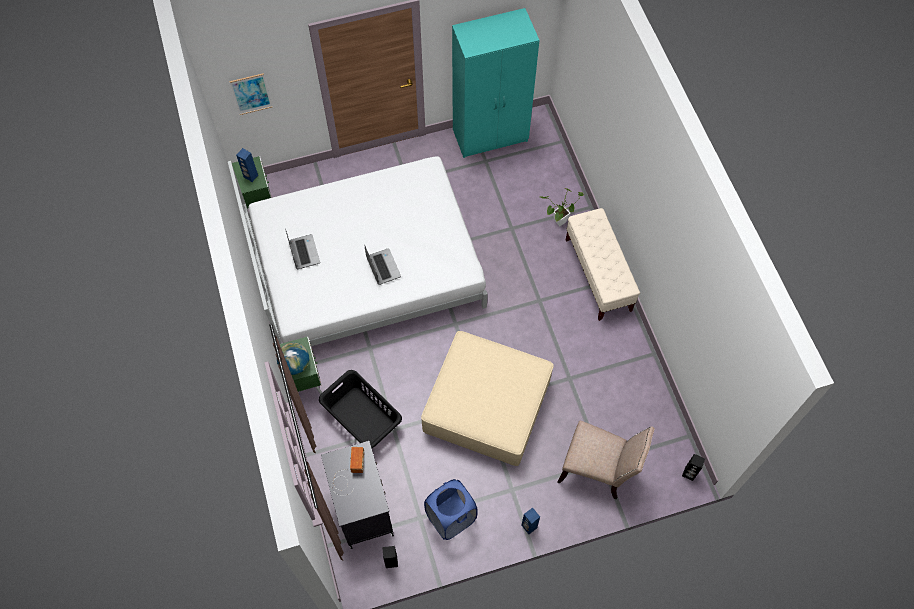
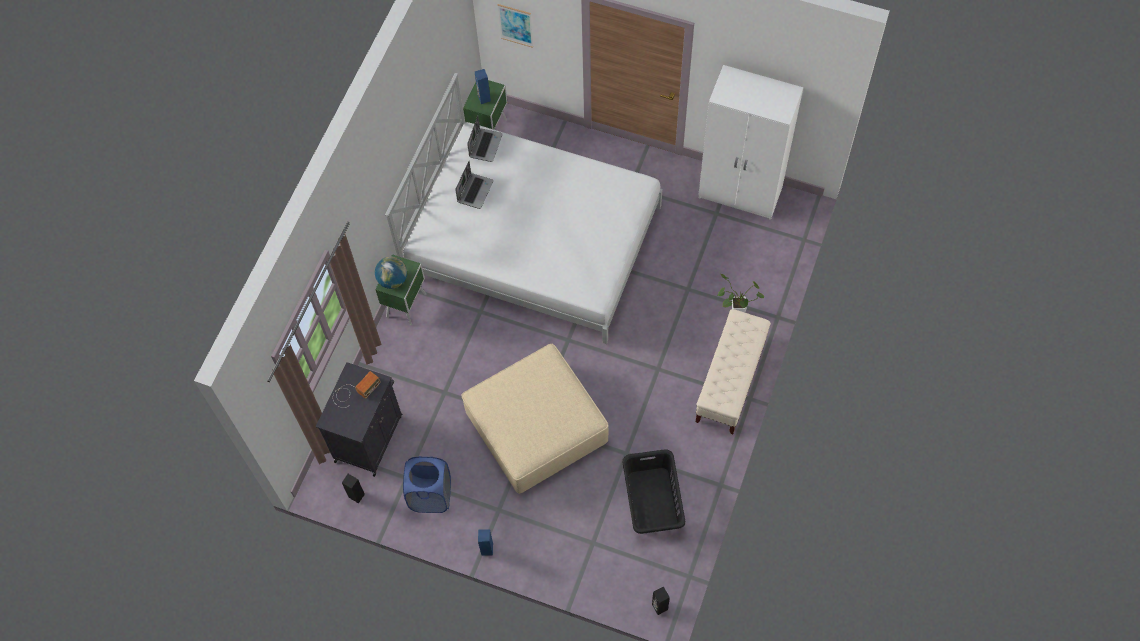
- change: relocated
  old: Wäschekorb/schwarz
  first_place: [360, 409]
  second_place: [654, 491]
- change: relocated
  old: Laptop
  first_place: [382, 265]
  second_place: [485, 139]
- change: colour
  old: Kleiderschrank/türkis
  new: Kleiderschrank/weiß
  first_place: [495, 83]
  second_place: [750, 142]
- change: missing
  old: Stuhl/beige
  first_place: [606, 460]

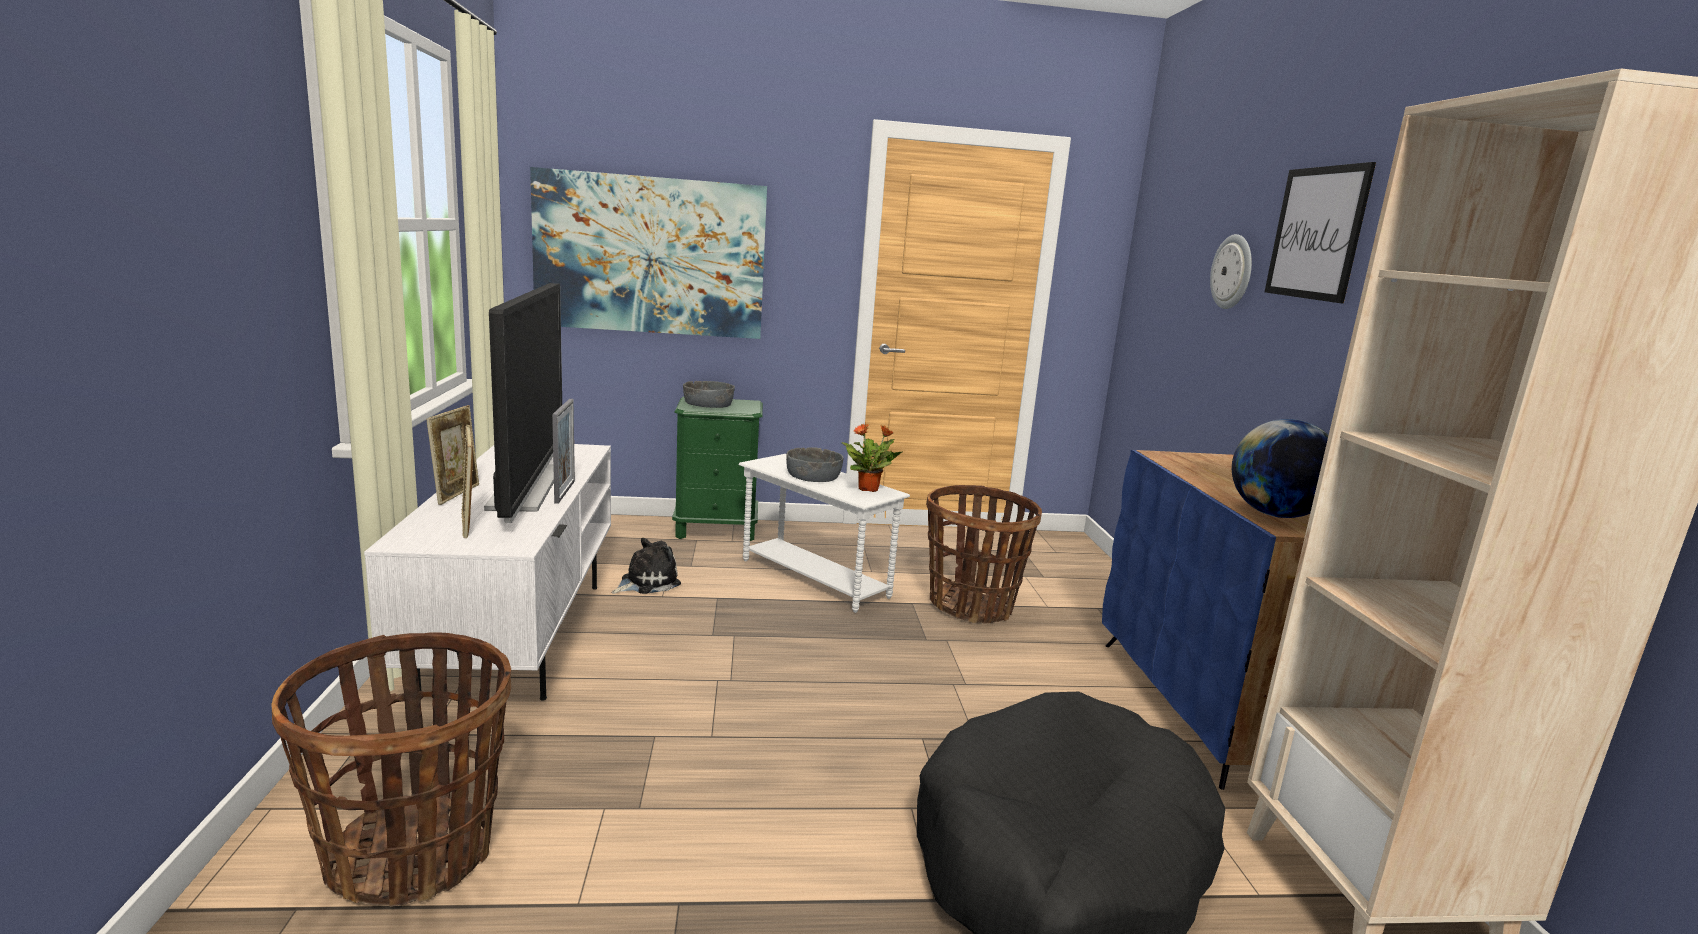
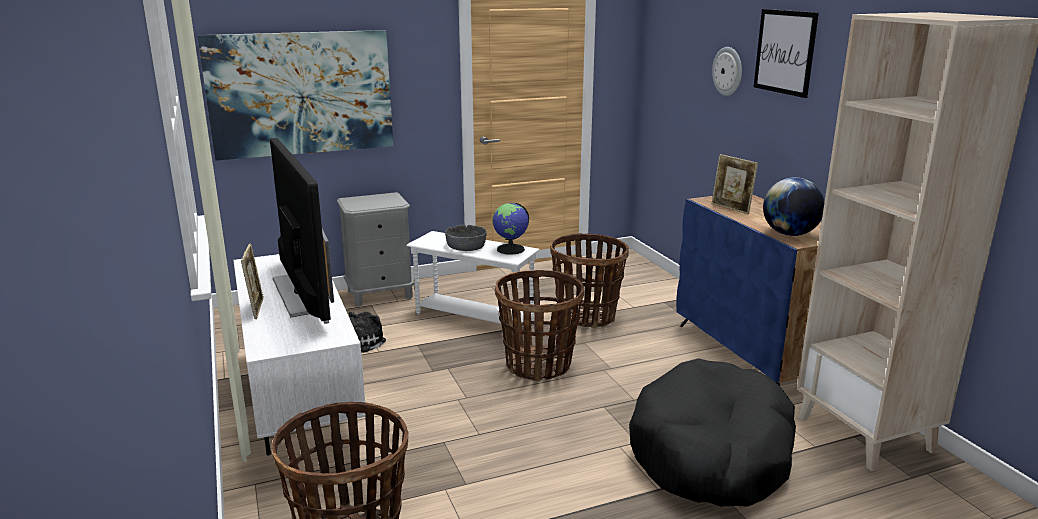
- change: relocated
  old: Bilderrahmen
  first_place: [467, 481]
  second_place: [734, 184]
- change: colour
  old: Nachttisch/grün
  new: Nachttisch/grau
  first_place: [717, 469]
  second_place: [375, 249]
- change: missing
  old: Schüssel/grau
  first_place: [709, 394]
- change: exchanged
  old: Topfpflanze
  new: Globus
  first_place: [872, 457]
  second_place: [511, 229]
- change: appeared
  new: Korb
  second_place: [539, 325]

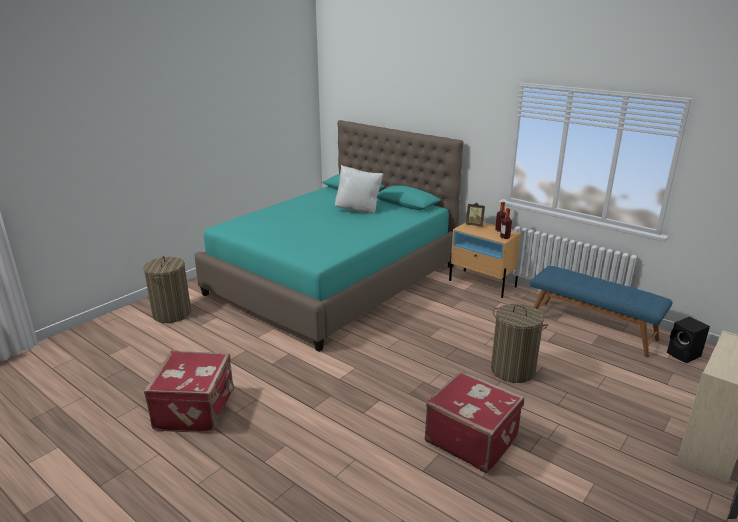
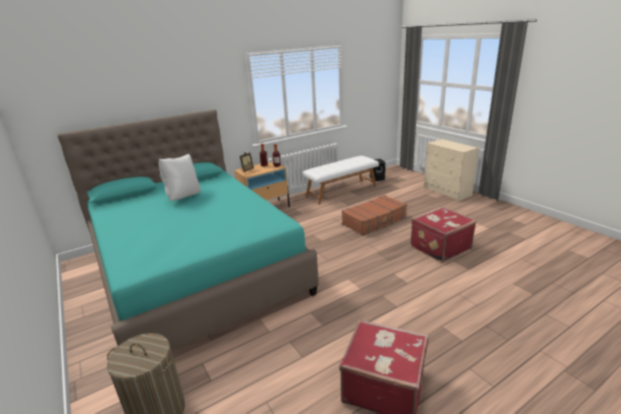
- change: exchanged
  old: Wäschekorb
  new: Koffer/braun
  first_place: [519, 343]
  second_place: [374, 215]
- change: colour
  old: Bank/blau
  new: Bank/weiß
  first_place: [601, 312]
  second_place: [340, 180]

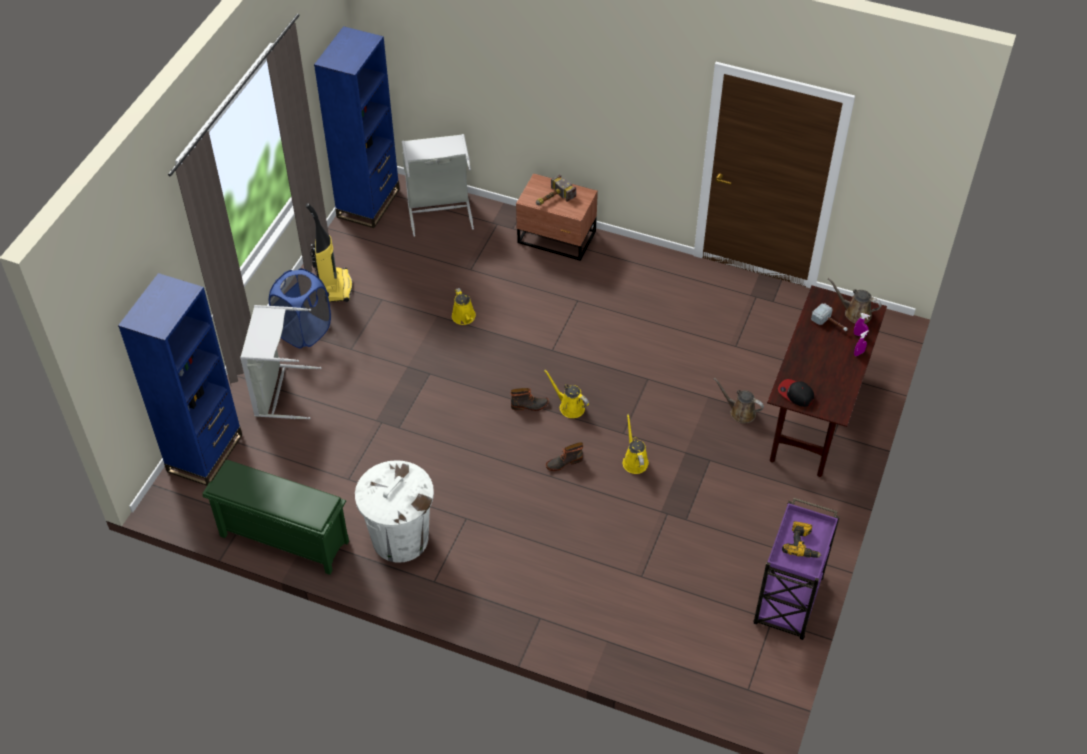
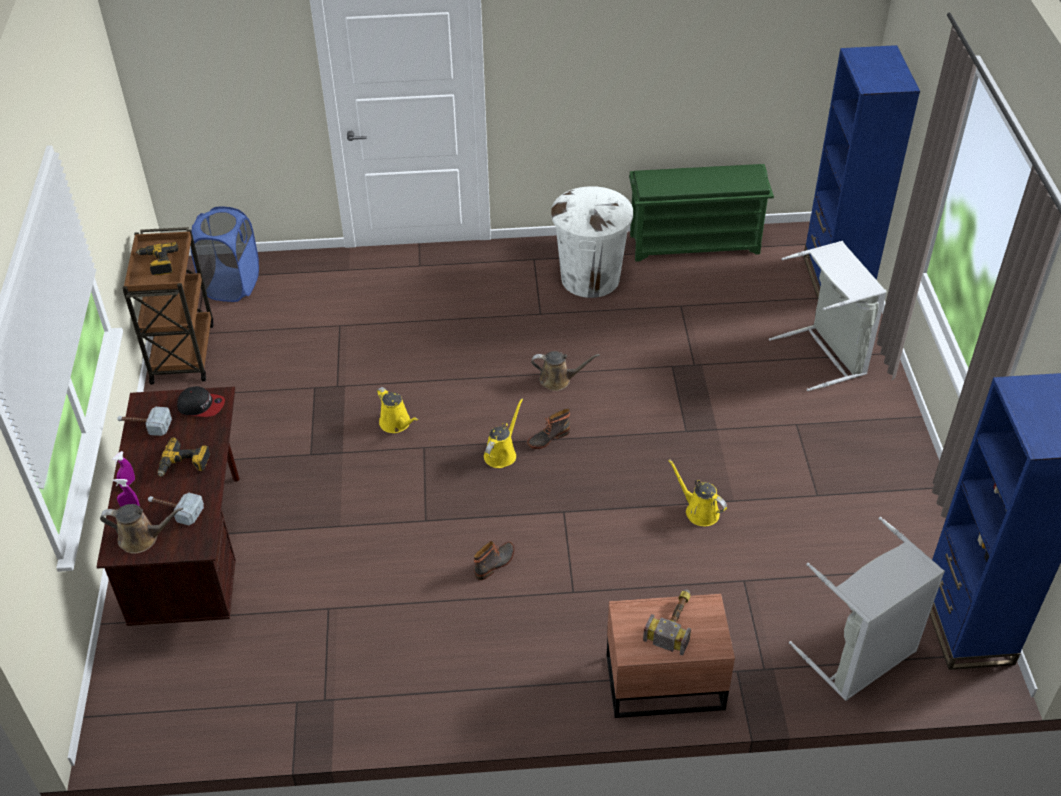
- change: relocated
  old: Wäschekorb/blau
  first_place: [300, 308]
  second_place: [224, 254]
- change: missing
  old: Staubsauger
  first_place: [329, 252]
- change: spun
  old: Gießkanne/gelb
  first_place: [566, 394]
  second_place: [503, 433]
  degrees: -75
- change: relocated
  old: Stiefel
  first_place: [564, 456]
  second_place: [494, 560]
- change: relocated
  old: Gießkanne/braun
  first_place: [739, 400]
  second_place: [565, 371]
- change: colour
  old: Rollwagen/lila
  new: Rollwagen/braun
  first_place: [796, 569]
  second_place: [168, 306]
- change: appeared
  new: Hammer
  second_place: [144, 421]
- change: appeared
  new: Bohrmaschine
  second_place: [184, 457]

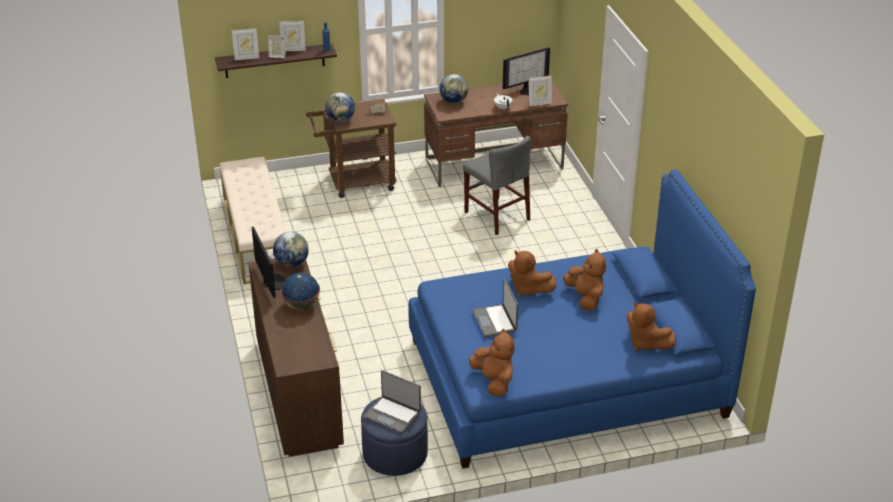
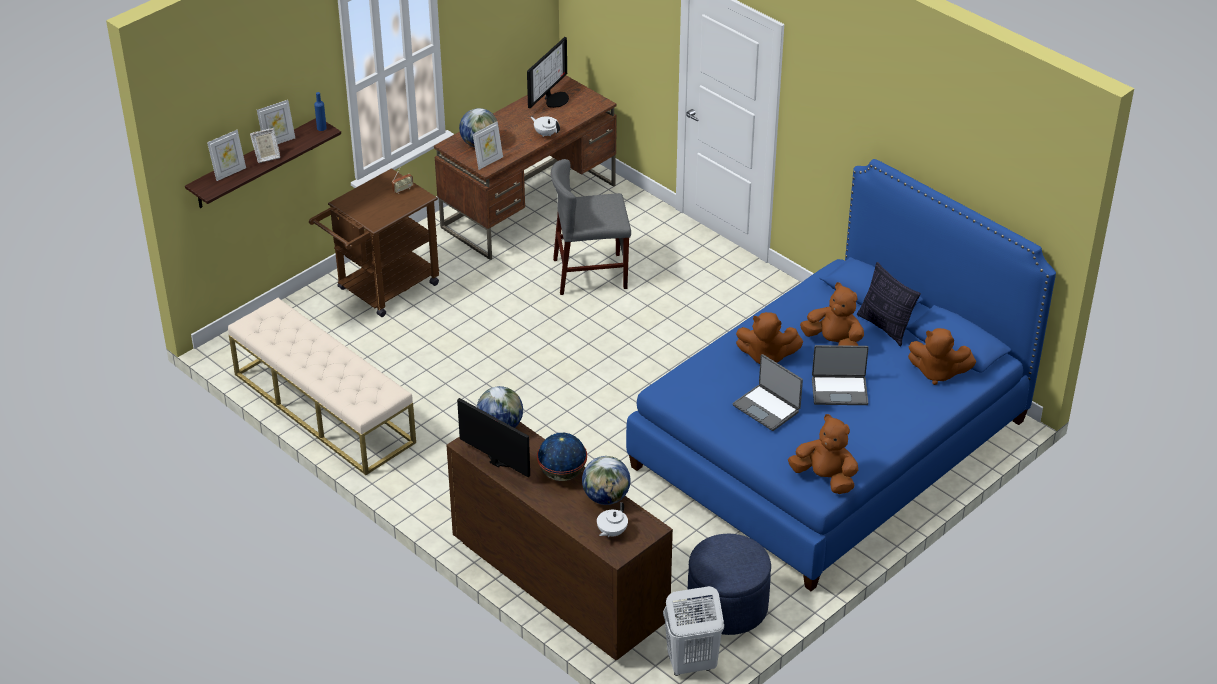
- change: relocated
  old: Globus
  first_place: [340, 107]
  second_place: [606, 480]
- change: relocated
  old: Laptop
  first_place: [392, 402]
  second_place: [840, 375]
- change: spun
  old: Stuhl/grau
  first_place: [497, 185]
  second_place: [591, 227]
  degrees: 150
- change: relocated
  old: Bilderrahmen
  first_place: [540, 90]
  second_place: [488, 145]
- change: appeared
  new: Teekanne/weiß
  second_place: [612, 519]
- change: appeared
  new: Wäschekorb/weiß
  second_place: [693, 631]
- change: appeared
  new: Kissen
  second_place: [889, 304]

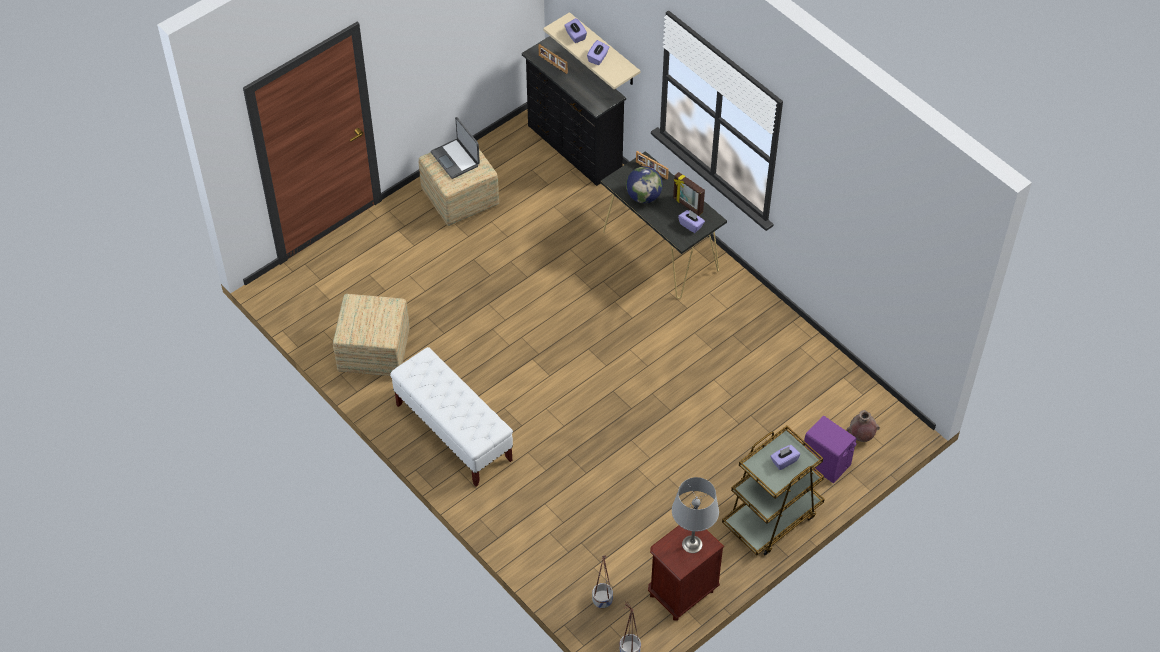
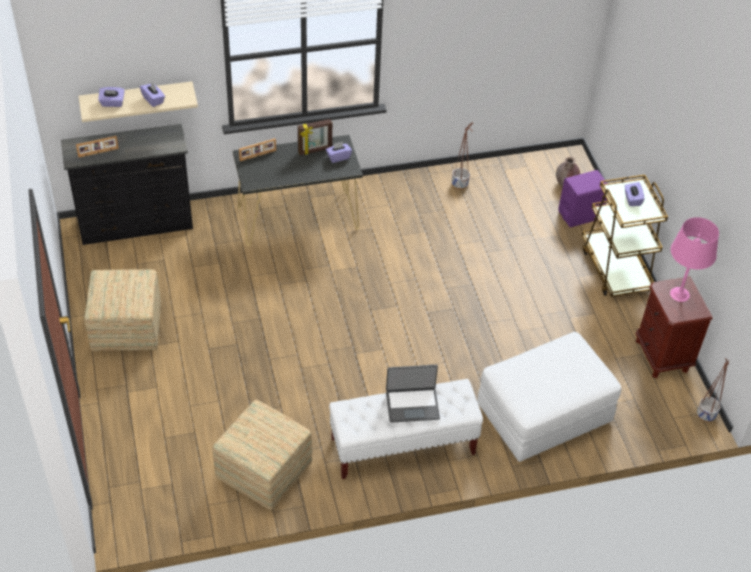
- change: relocated
  old: Laptop
  first_place: [455, 148]
  second_place: [413, 394]
- change: relocated
  old: Pflanzkübel
  first_place: [602, 582]
  second_place: [462, 156]
- change: missing
  old: Globus
  first_place: [644, 184]
- change: colour
  old: Tischlampe/grau
  new: Tischlampe/rosa
  first_place: [695, 515]
  second_place: [694, 259]
- change: appeared
  new: Polsterhocker/weiß
  second_place: [549, 397]

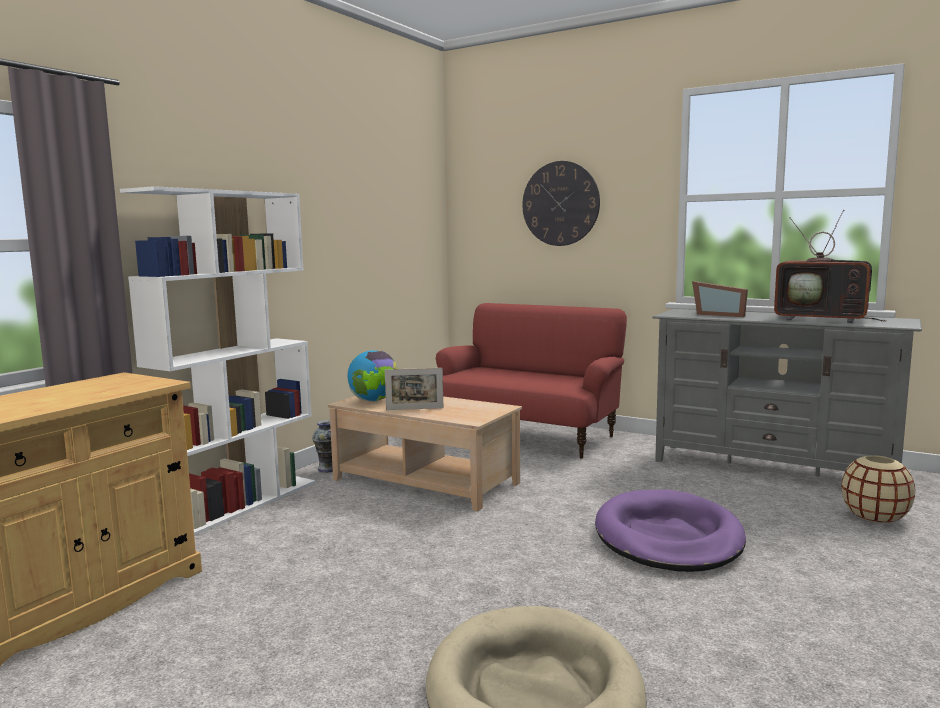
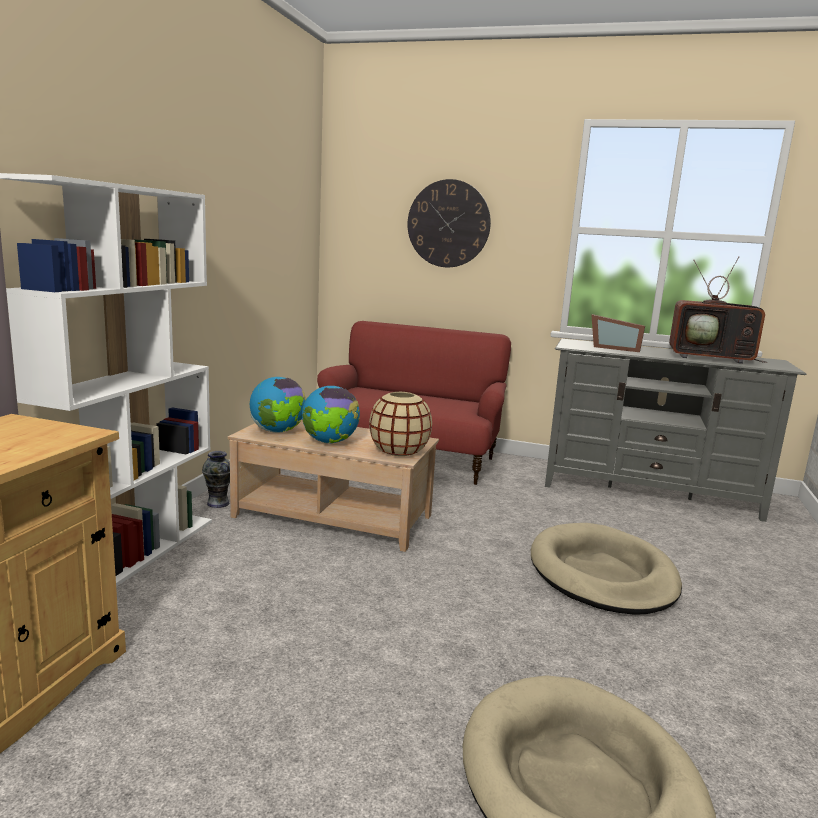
- change: exchanged
  old: Bilderrahmen
  new: Globus
  first_place: [414, 389]
  second_place: [331, 415]
- change: colour
  old: Hundebett/lila
  new: Hundebett/beige
  first_place: [670, 530]
  second_place: [606, 569]
- change: relocated
  old: Vase/beige
  first_place: [878, 489]
  second_place: [400, 424]

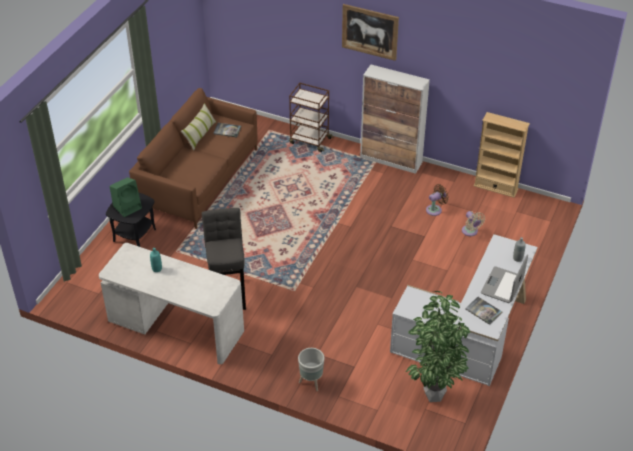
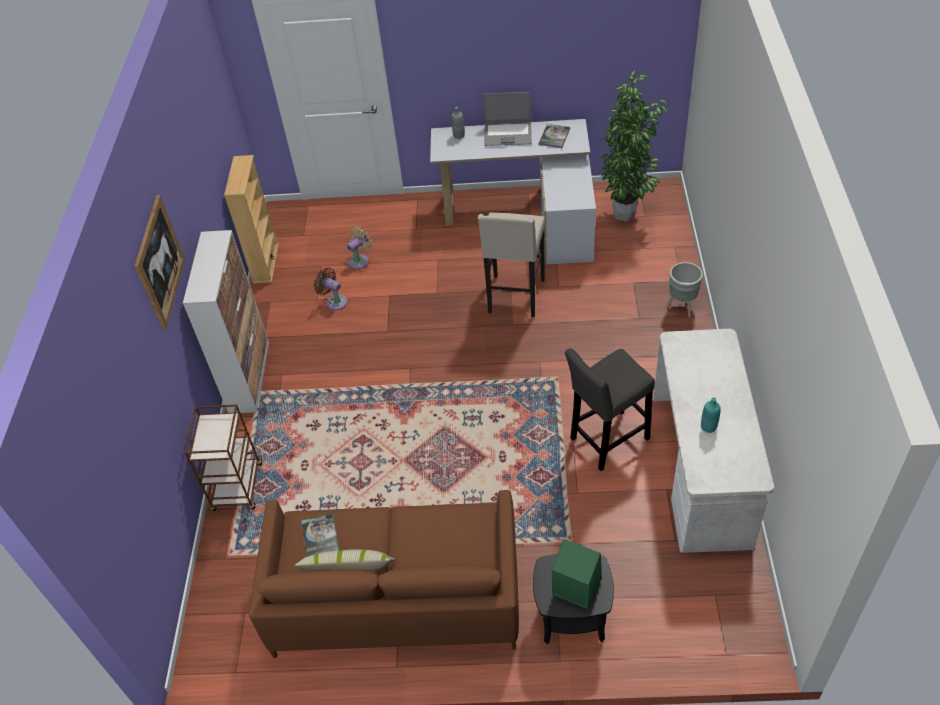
- change: appeared
  new: Hocker/beige
  second_place: [511, 265]

